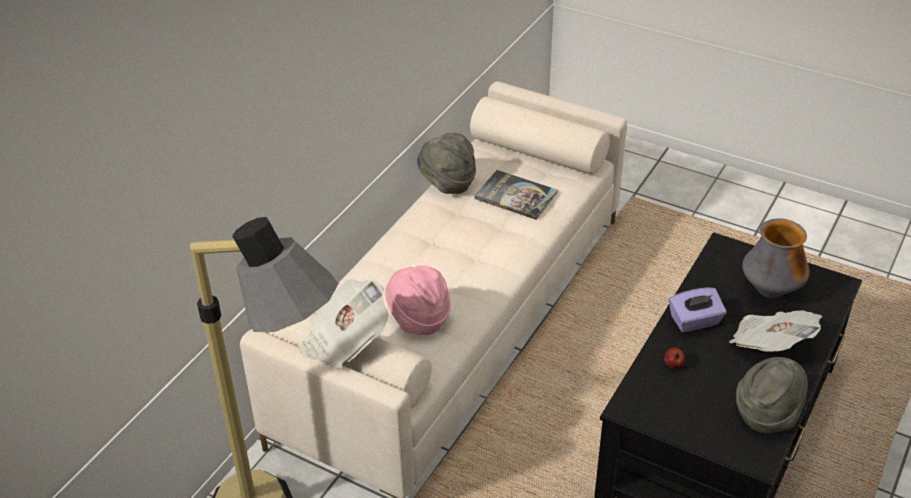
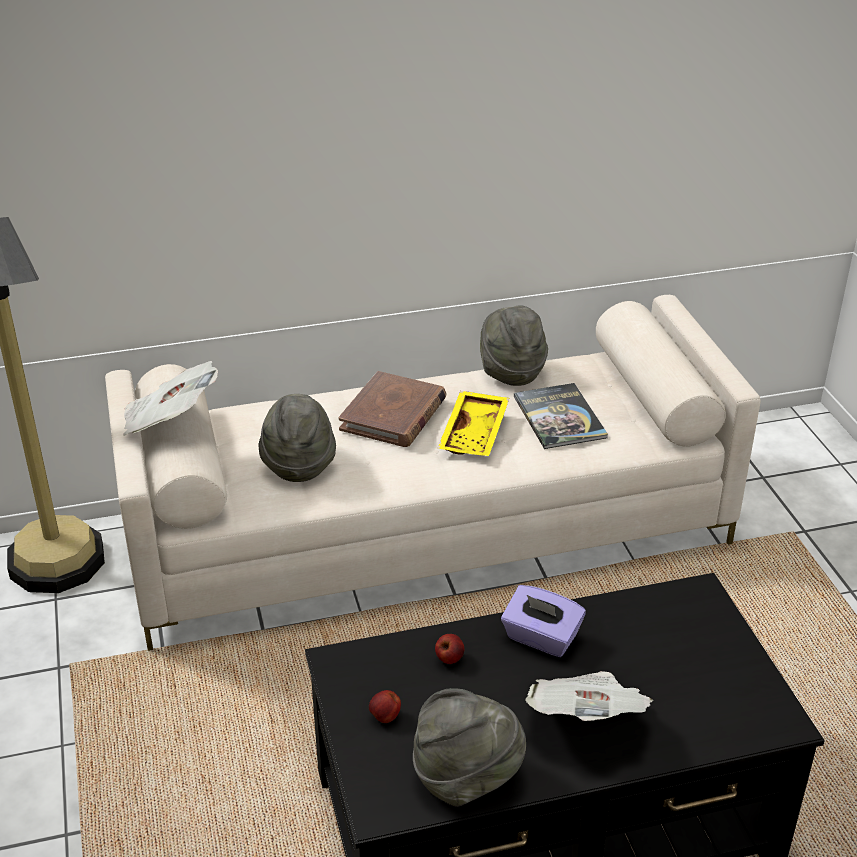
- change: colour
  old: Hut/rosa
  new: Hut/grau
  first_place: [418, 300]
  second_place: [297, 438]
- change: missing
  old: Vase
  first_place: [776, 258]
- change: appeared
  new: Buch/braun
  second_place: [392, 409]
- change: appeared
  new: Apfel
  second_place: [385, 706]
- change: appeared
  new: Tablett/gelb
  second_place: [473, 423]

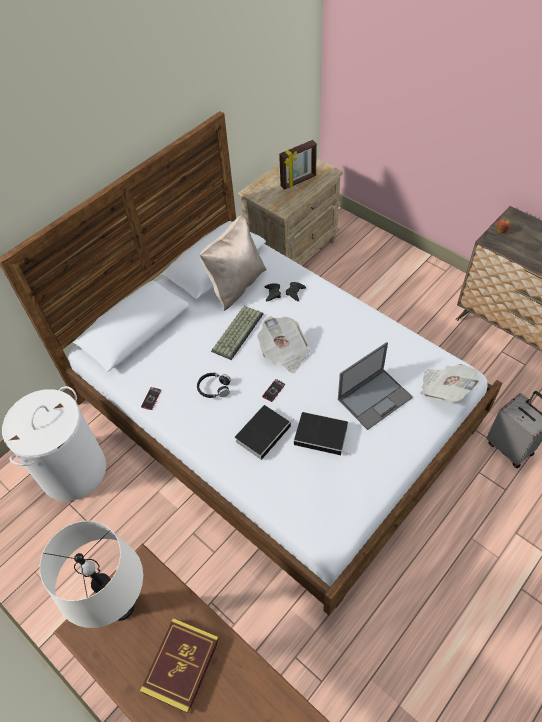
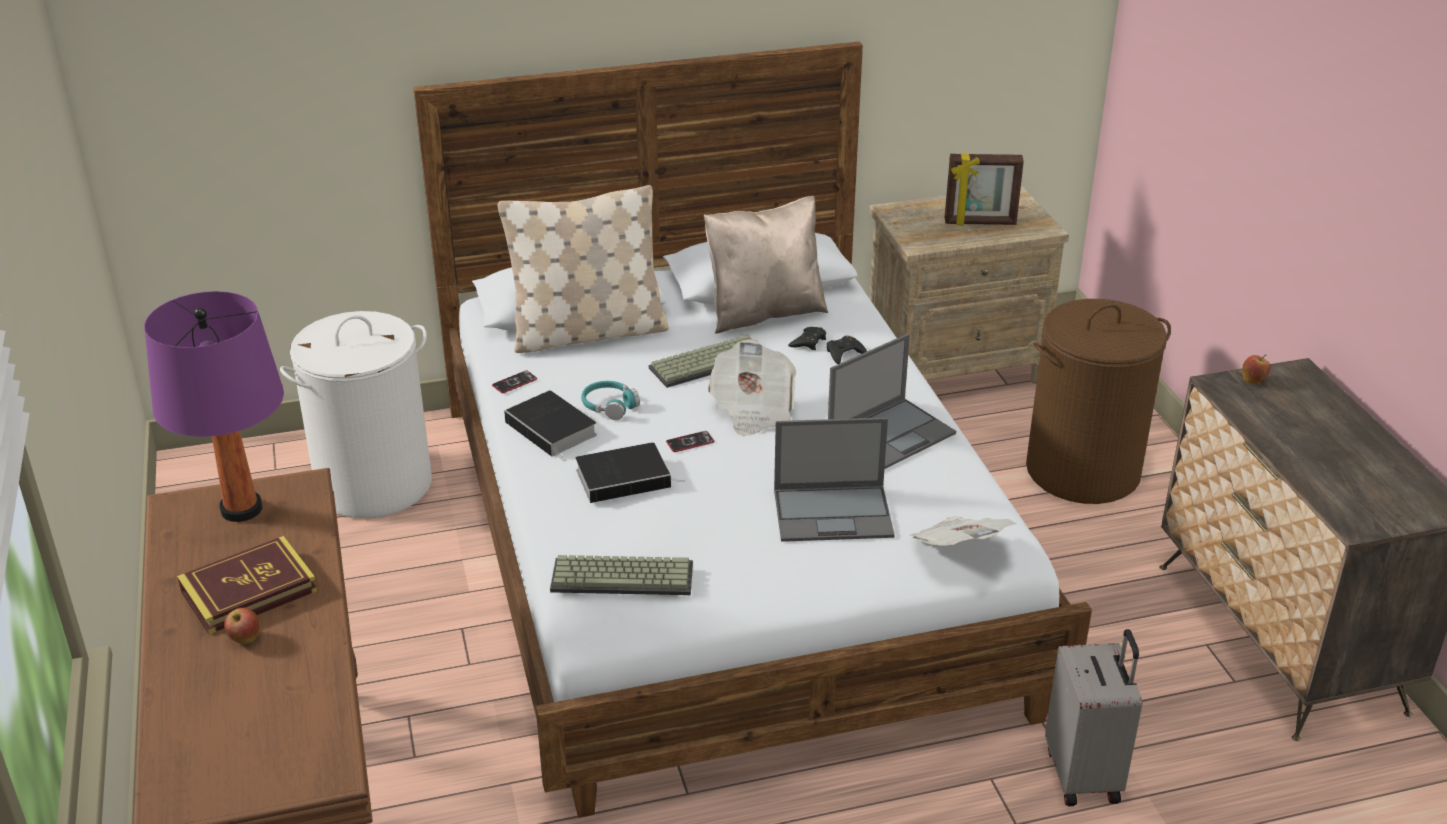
- change: colour
  old: Tischlampe/weiß
  new: Tischlampe/lila
  first_place: [91, 574]
  second_place: [214, 406]
- change: colour
  old: Kopfhörer/schwarz
  new: Kopfhörer/türkis
  first_place: [214, 385]
  second_place: [610, 400]
- change: relocated
  old: Buch
  first_place: [321, 433]
  second_place: [550, 426]
- change: appeared
  new: Apfel
  second_place: [241, 625]
- change: appeared
  new: Kissen/beige
  second_place: [583, 269]
- change: appeared
  new: Tastatur
  second_place: [621, 575]
- change: appeared
  new: Laptop
  second_place: [892, 401]
- change: appeared
  new: Wäschekorb/braun
  second_place: [1098, 401]

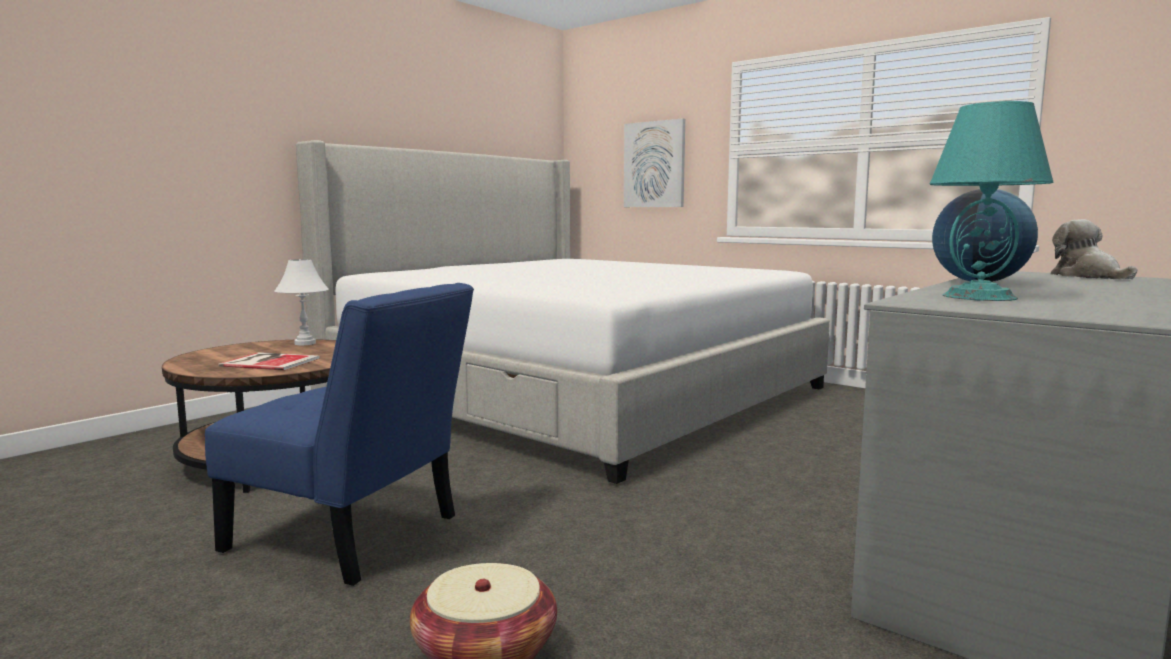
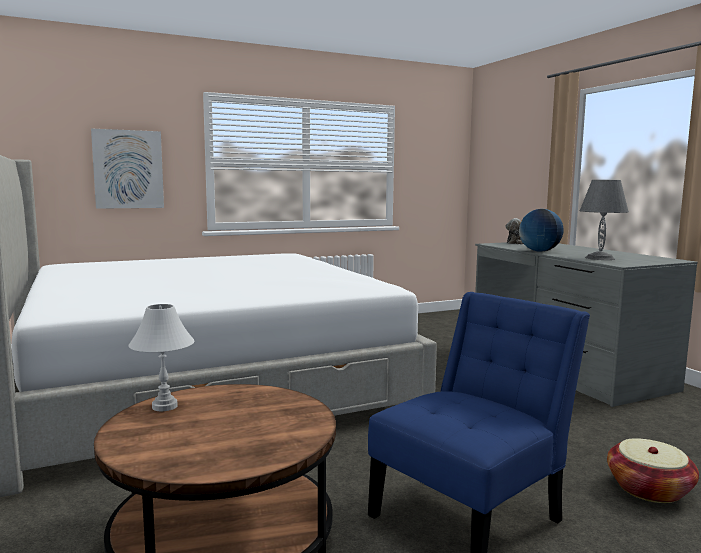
- change: missing
  old: Buch
  first_place: [269, 361]
- change: colour
  old: Tischlampe/türkis
  new: Tischlampe/grau
  first_place: [991, 201]
  second_place: [604, 220]

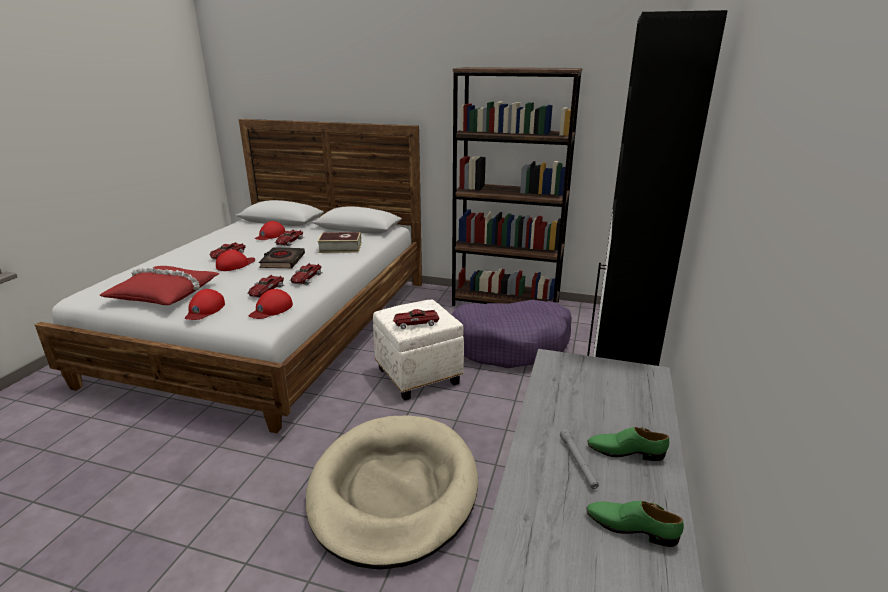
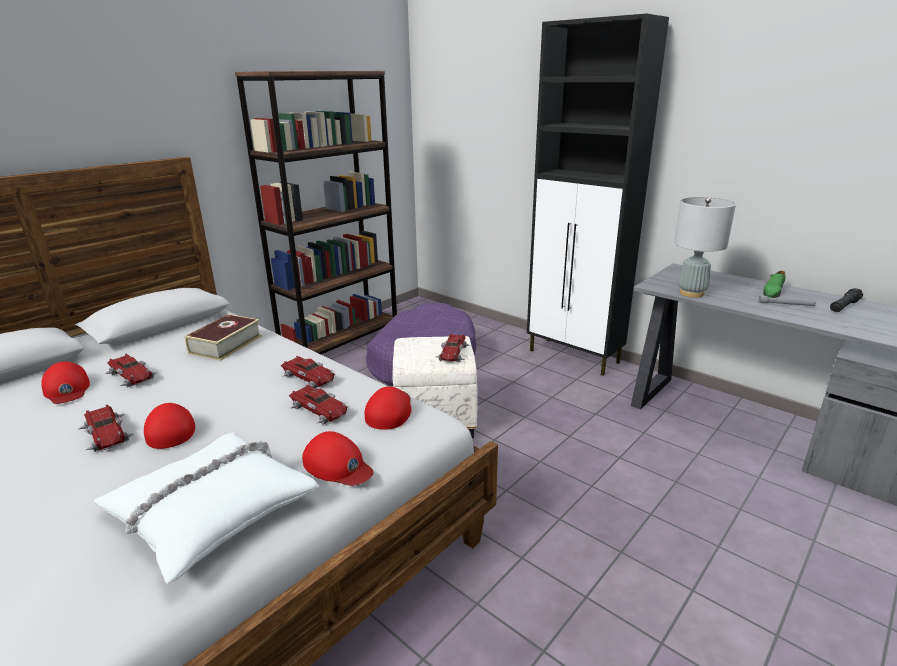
- change: colour
  old: Kissen/rot
  new: Kissen/weiß
  first_place: [159, 285]
  second_place: [206, 508]
- change: spun
  old: Kappe/rot
  first_place: [271, 304]
  second_place: [388, 408]
  degrees: -135
- change: missing
  old: Buch/schwarz
  first_place: [282, 257]
- change: missing
  old: Hundebett/beige
  first_place: [392, 492]
- change: exchanged
  old: Schuh/grün
  new: Taschenlampe/schwarz
  first_place: [635, 524]
  second_place: [846, 300]
- change: appeared
  new: Tischlampe/grau
  second_place: [705, 247]

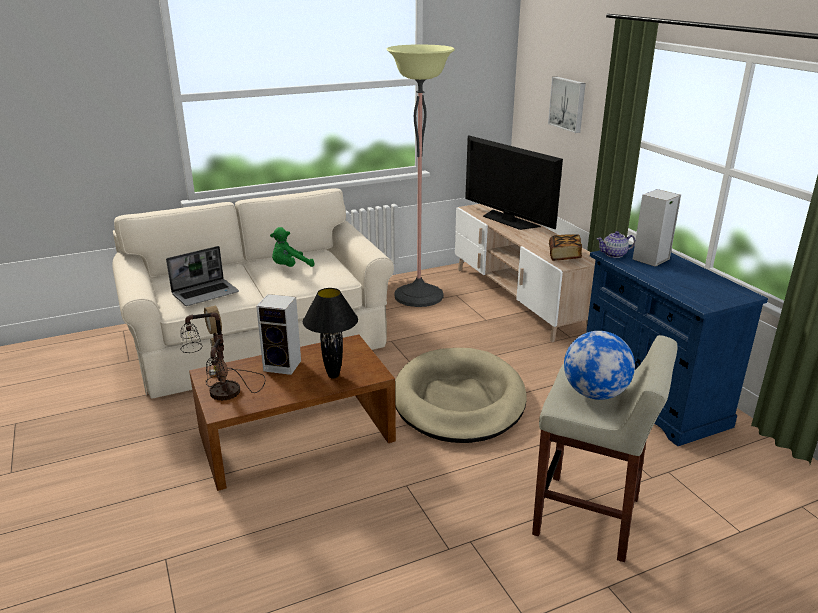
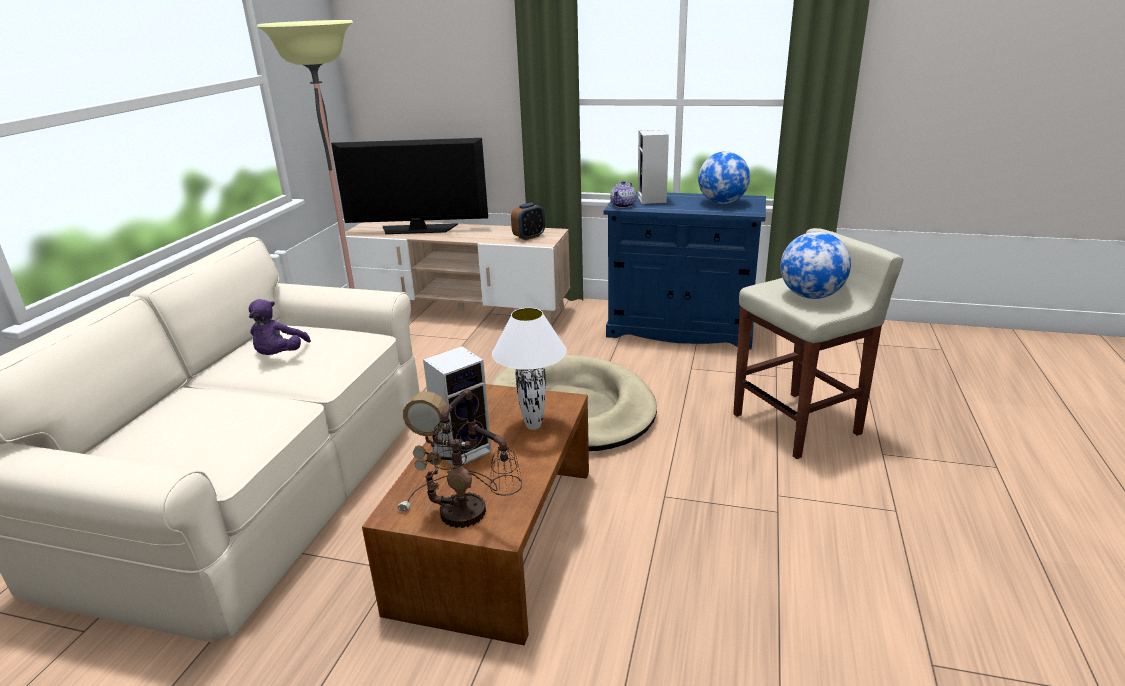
- change: missing
  old: Laptop
  first_place: [202, 276]
- change: colour
  old: Plüschtier/grün
  new: Plüschtier/lila
  first_place: [292, 247]
  second_place: [280, 327]
- change: colour
  old: Tischlampe/schwarz
  new: Tischlampe/weiß
  first_place: [330, 333]
  second_place: [529, 369]
- change: missing
  old: Bild
  first_place: [567, 105]
- change: exchanged
  old: Buch
  new: Wecker
  first_place: [565, 247]
  second_place: [528, 221]
- change: appeared
  new: Globus
  second_place: [724, 177]

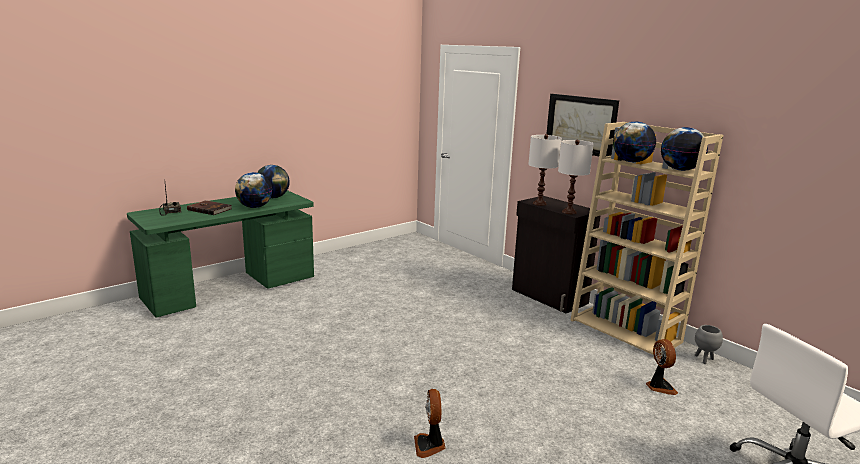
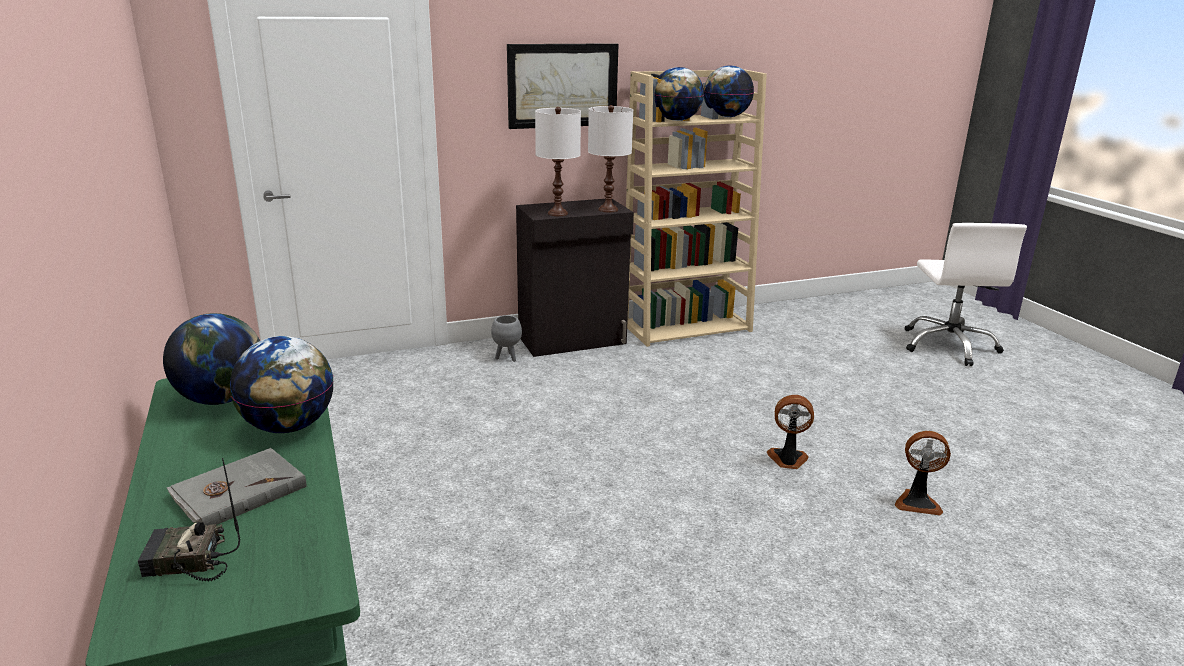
- change: colour
  old: Buch/braun
  new: Buch/grau
  first_place: [209, 207]
  second_place: [236, 486]
- change: relocated
  old: Ventilator
  first_place: [662, 367]
  second_place: [790, 432]
- change: relocated
  old: Pflanzkübel/grau
  first_place: [709, 344]
  second_place: [506, 338]

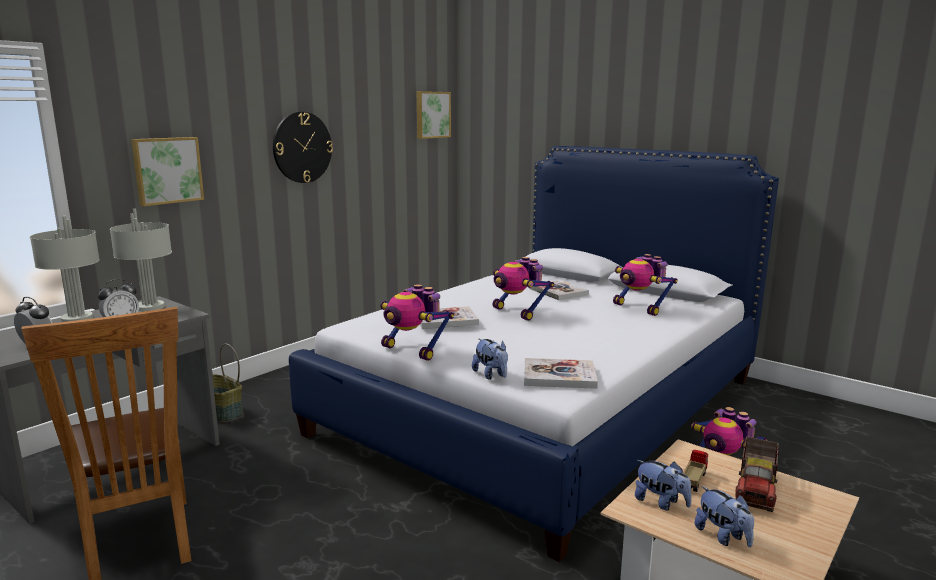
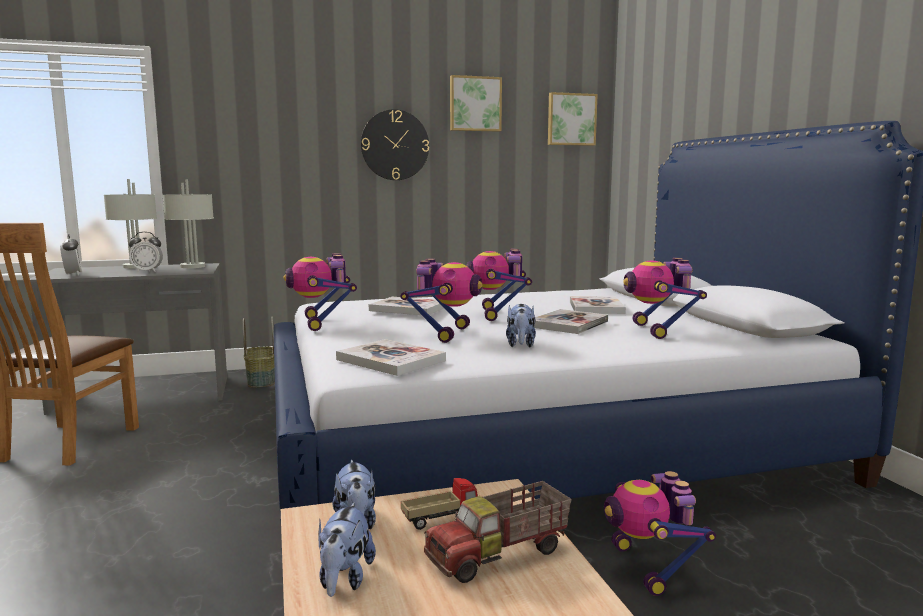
- change: relocated
  old: Bild
  first_place: [167, 171]
  second_place: [476, 103]
- change: relocated
  old: Plüschtier
  first_place: [490, 359]
  second_place: [521, 325]
- change: appeared
  new: Spielzeugroboter
  second_place: [441, 301]
- change: appeared
  new: Buch
  second_place: [571, 321]

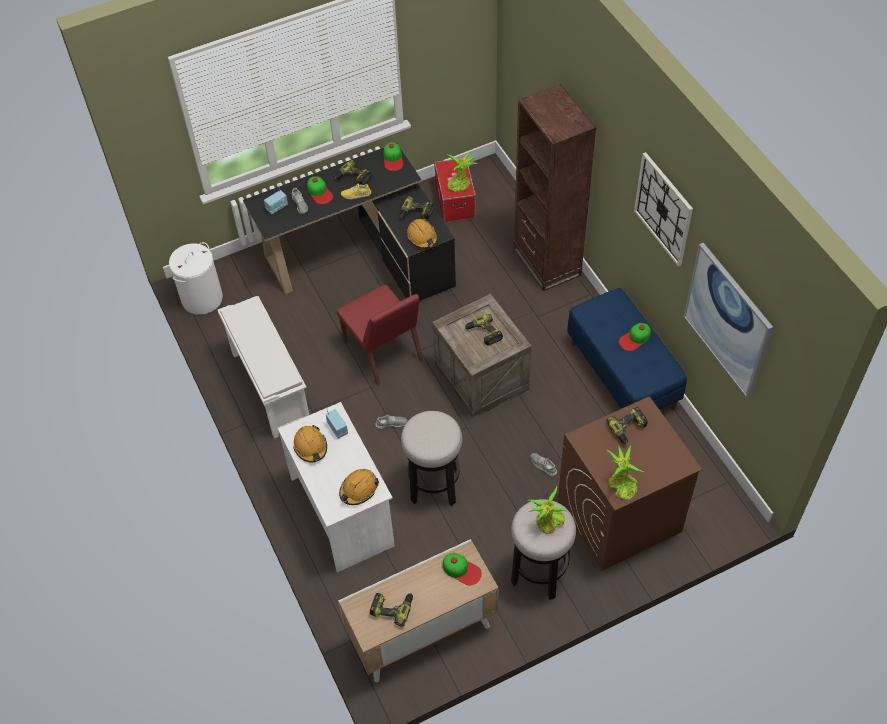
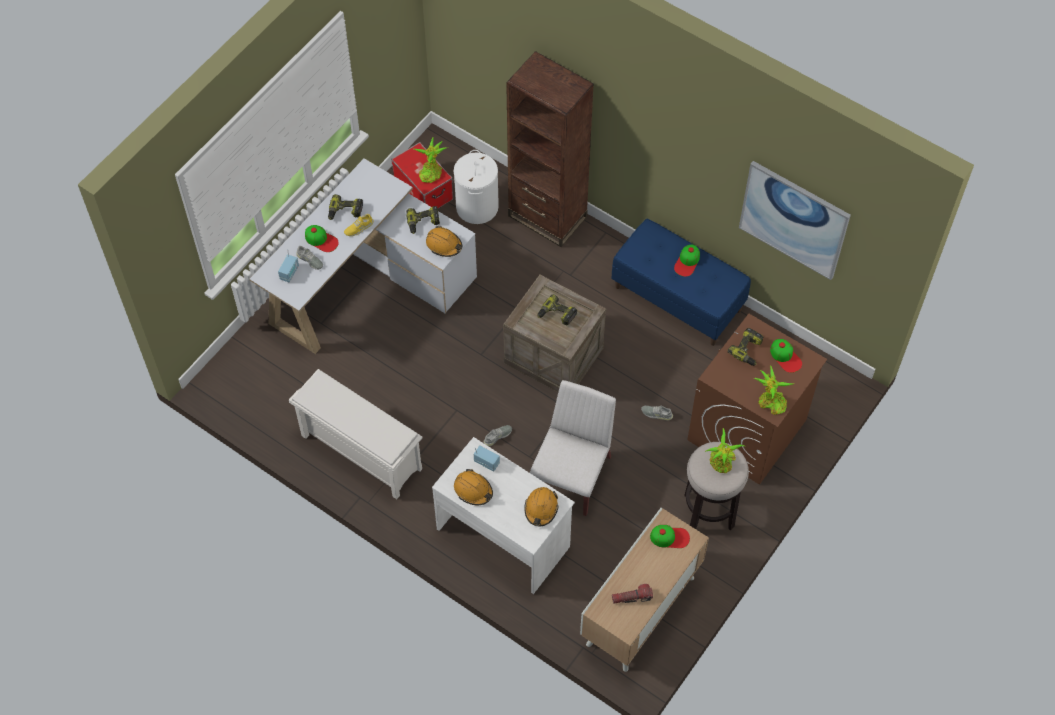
- change: relocated
  old: Wäschekorb/weiß
  first_place: [196, 278]
  second_place: [476, 187]
- change: colour
  old: Schreibtisch/schwarz
  new: Schreibtisch/weiß
  first_place: [349, 224]
  second_place: [363, 256]
- change: missing
  old: Stuhl/rot
  first_place: [380, 335]
- change: exchanged
  old: Bohrmaschine
  new: Taschenlampe
  first_place: [391, 610]
  second_place: [632, 594]
- change: relocated
  old: Kappe
  first_place: [393, 156]
  second_place: [786, 356]
- change: exchanged
  old: Hocker
  new: Stuhl/weiß
  first_place: [431, 458]
  second_place: [573, 448]
- change: missing
  old: Wanduhr
  first_place: [663, 209]

